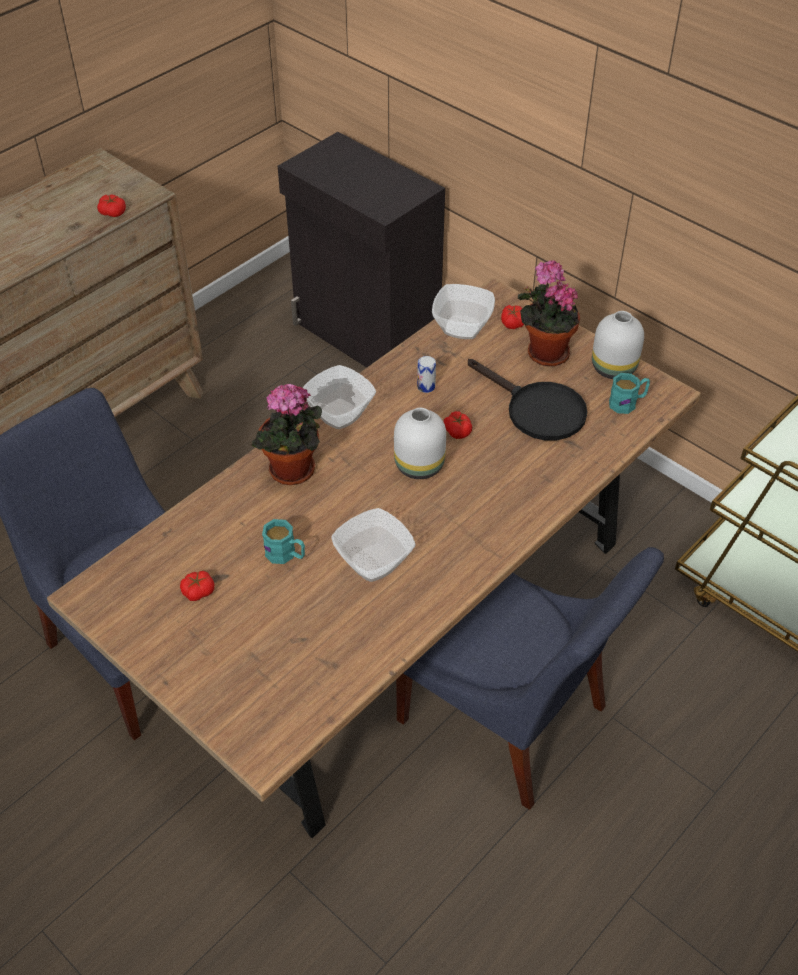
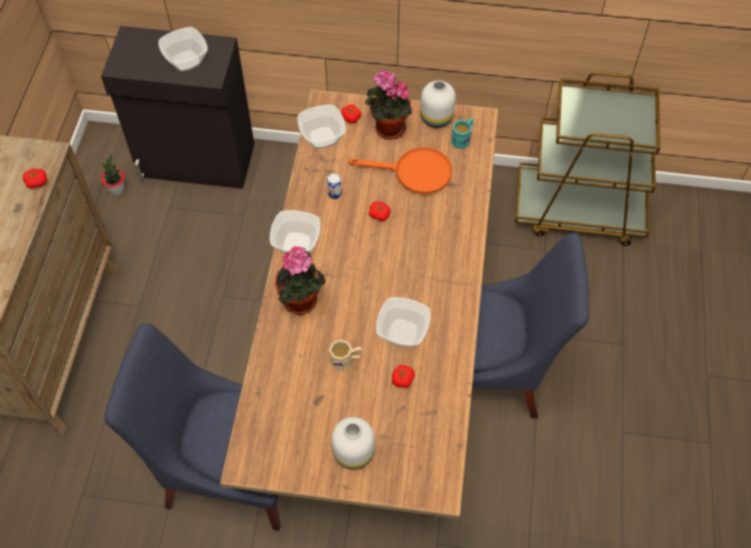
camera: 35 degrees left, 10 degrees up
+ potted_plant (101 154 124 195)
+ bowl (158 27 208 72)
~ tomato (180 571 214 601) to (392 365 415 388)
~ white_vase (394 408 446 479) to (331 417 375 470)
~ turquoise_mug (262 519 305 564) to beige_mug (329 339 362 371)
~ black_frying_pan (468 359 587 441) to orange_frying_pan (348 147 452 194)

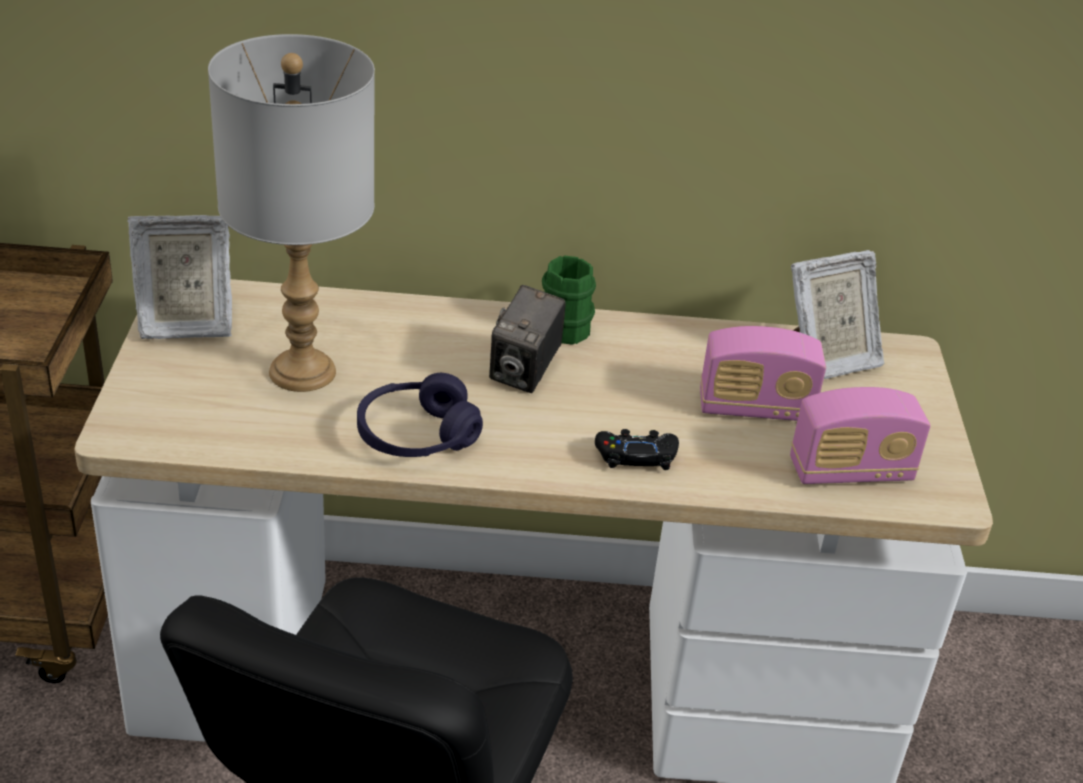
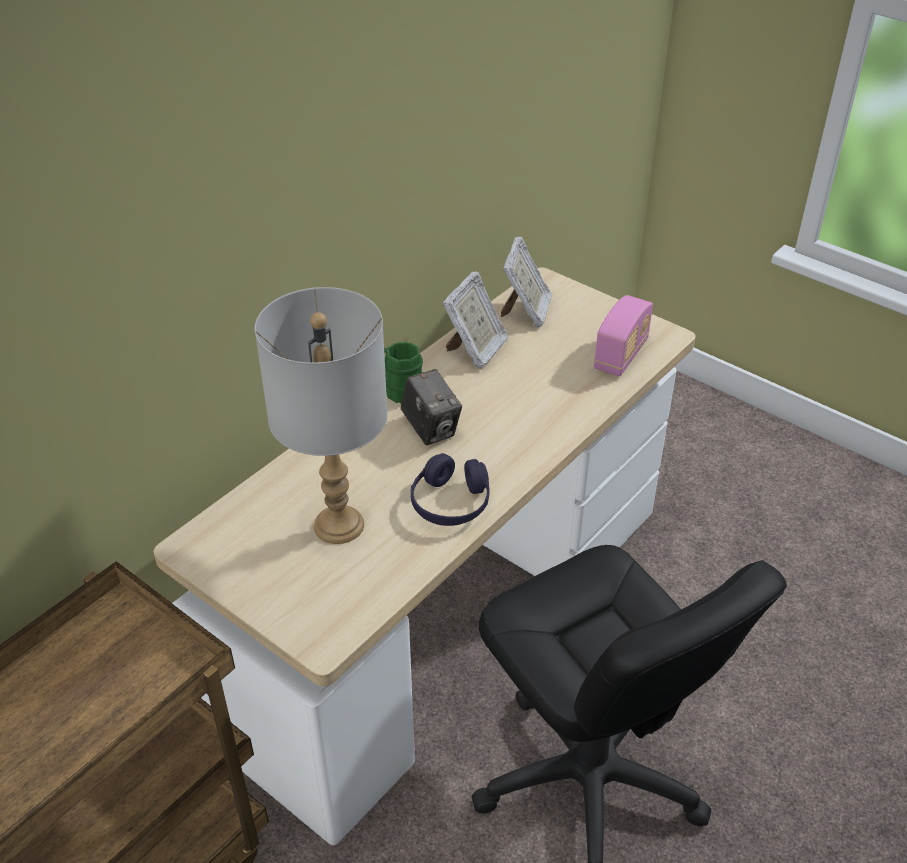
camera: 50 degrees left, 5 degrees up
- black_game_controller (595 429 679 470)
- radio (700 326 826 421)
~ picture_frame (127 215 232 339) to (443 271 509 369)

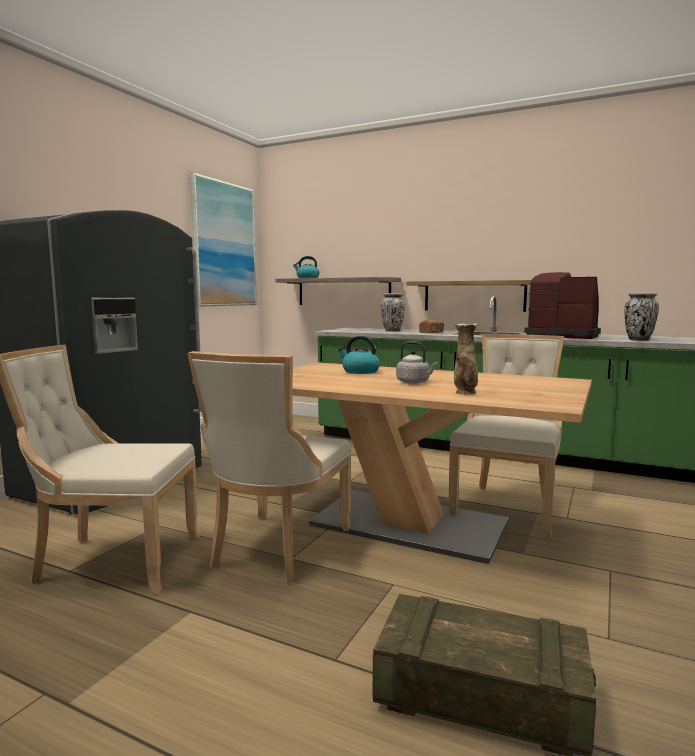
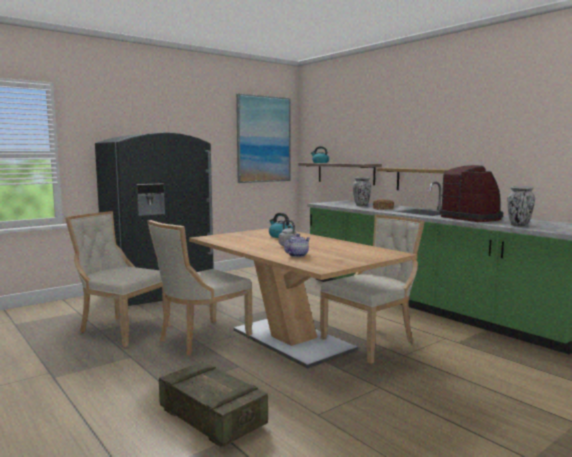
camera: 25 degrees right, 0 degrees up
~ vase (454 324 478 395) to teapot (284 234 310 257)

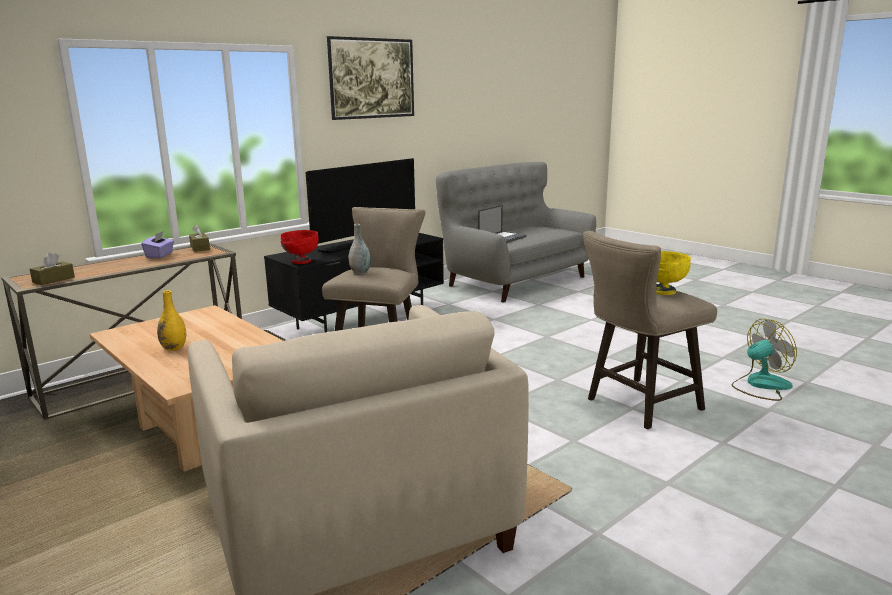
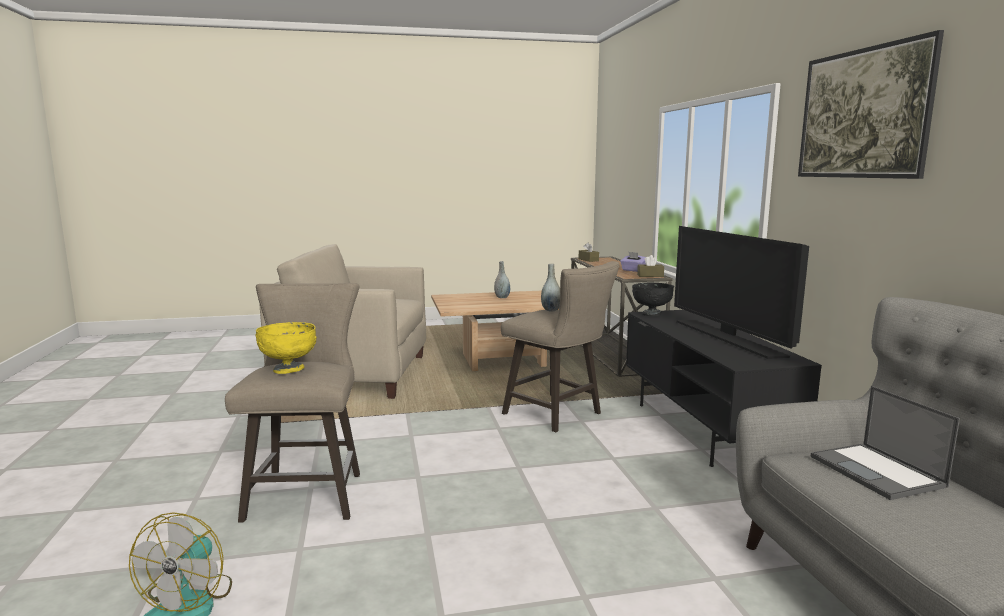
camera: 120 degrees right, 5 degrees down
~ yellow_vase (157 290 186 351) to grey_vase (494 261 510 298)
~ red_bowl (280 230 319 264) to black_bowl (632 282 674 316)

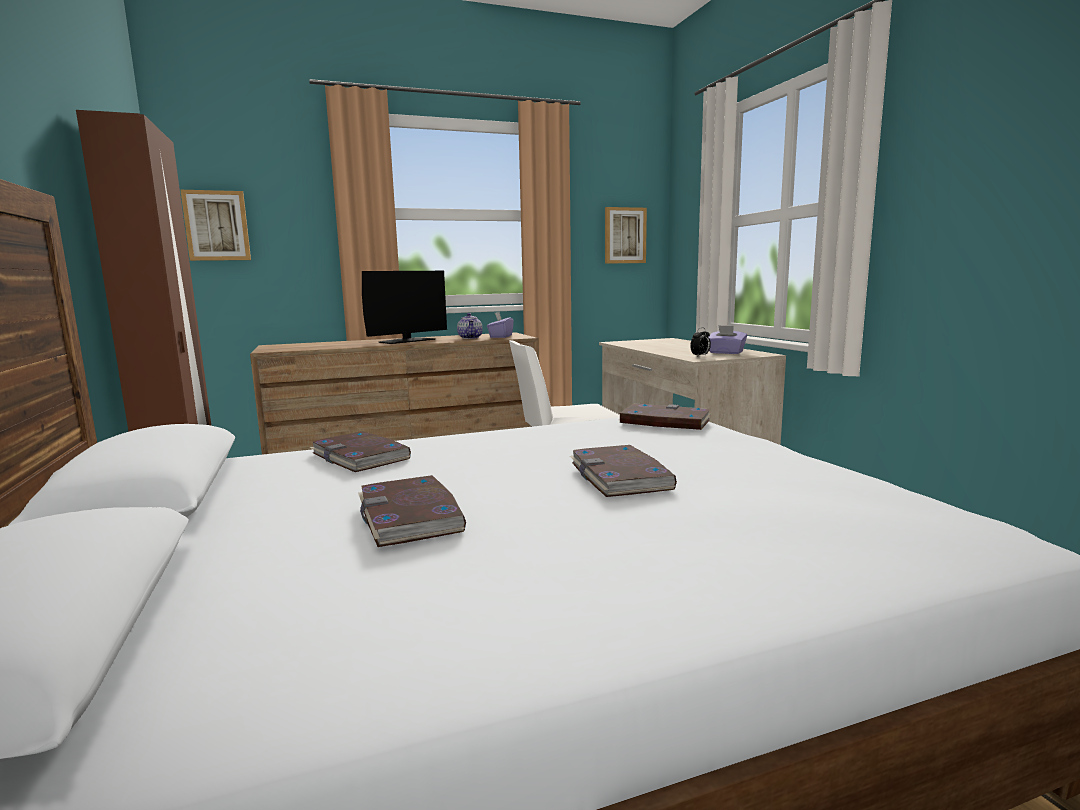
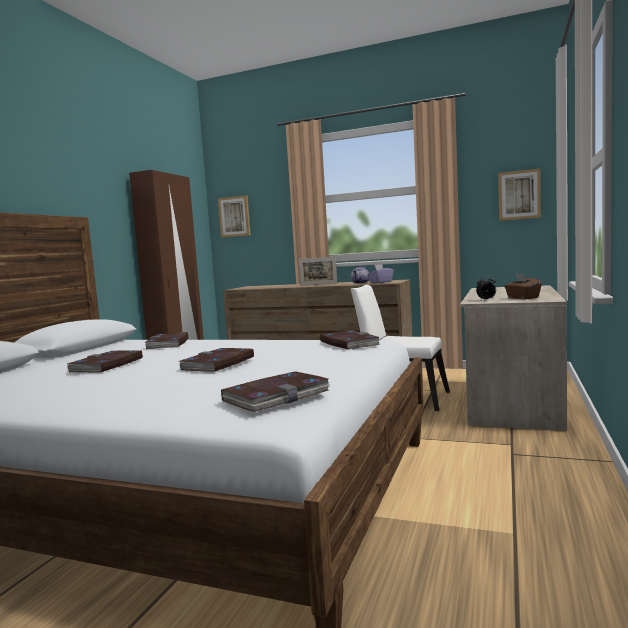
camera: 40 degrees right, 5 degrees down
+ book (220 371 330 412)
~ monitor (362 271 447 344) to picture_frame (299 257 337 286)
~ purple_tissue_box (709 325 747 354) to brown_tissue_box (504 273 542 299)

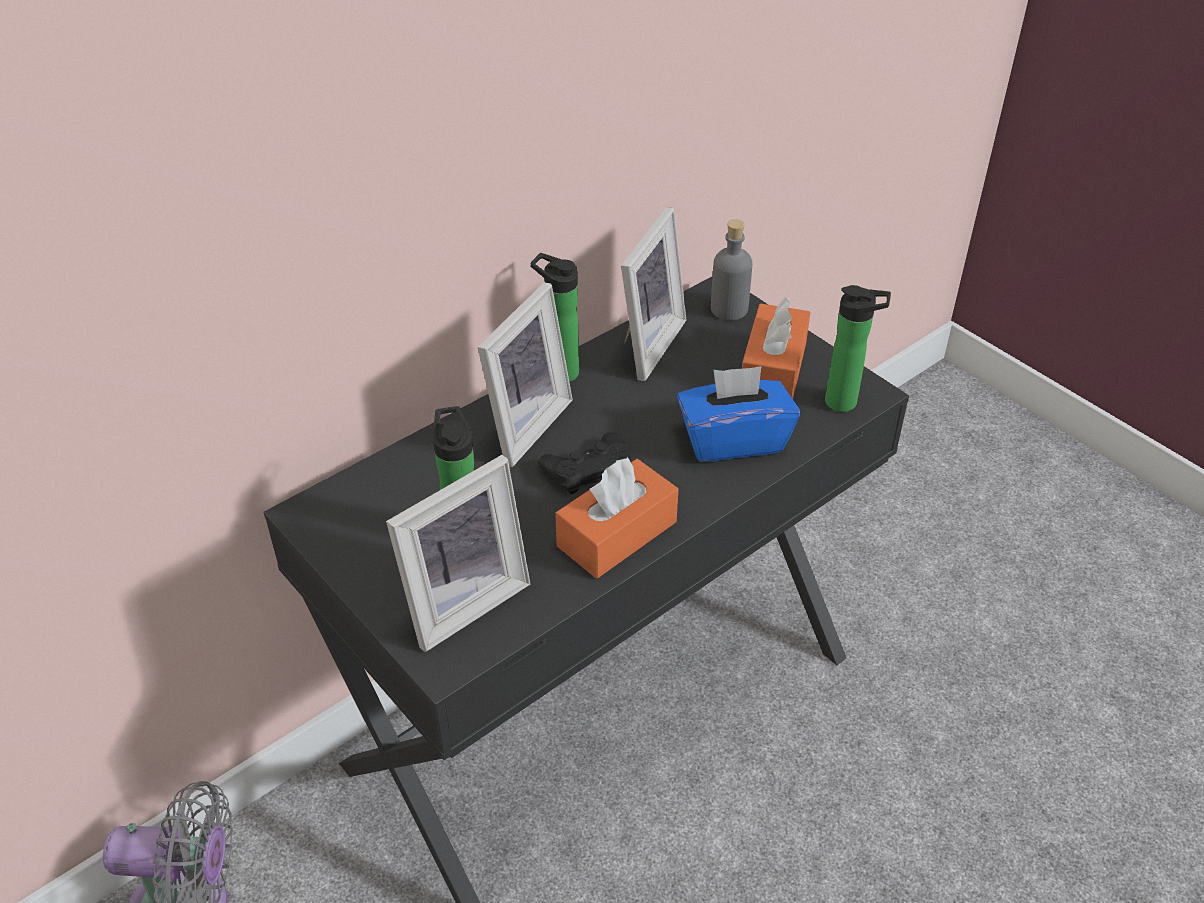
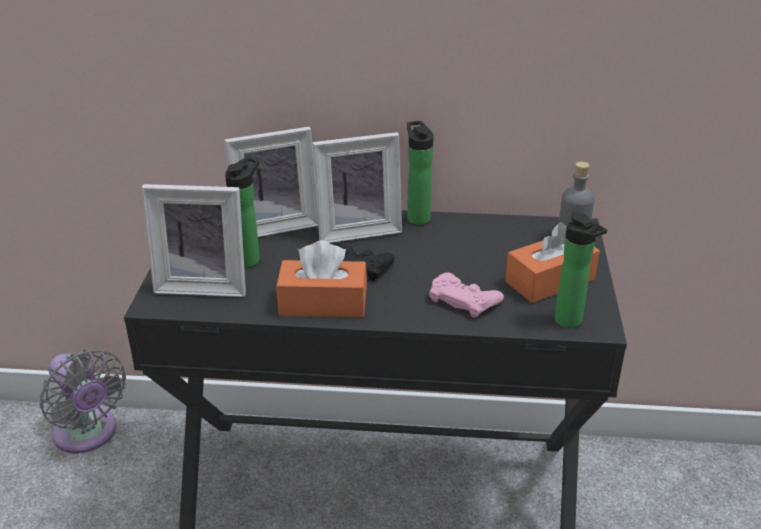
camera: 45 degrees right, 10 degrees down
~ picture_frame (621 207 686 381) to (224 127 318 237)
~ blue_tissue_box (677 366 800 462) to pink_game_controller (429 272 504 318)

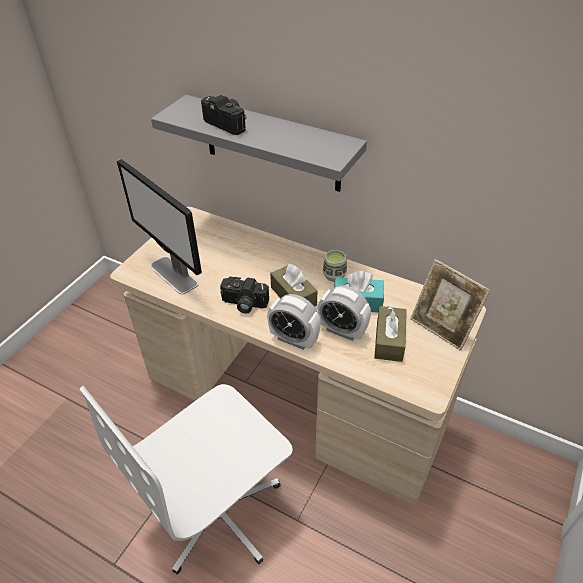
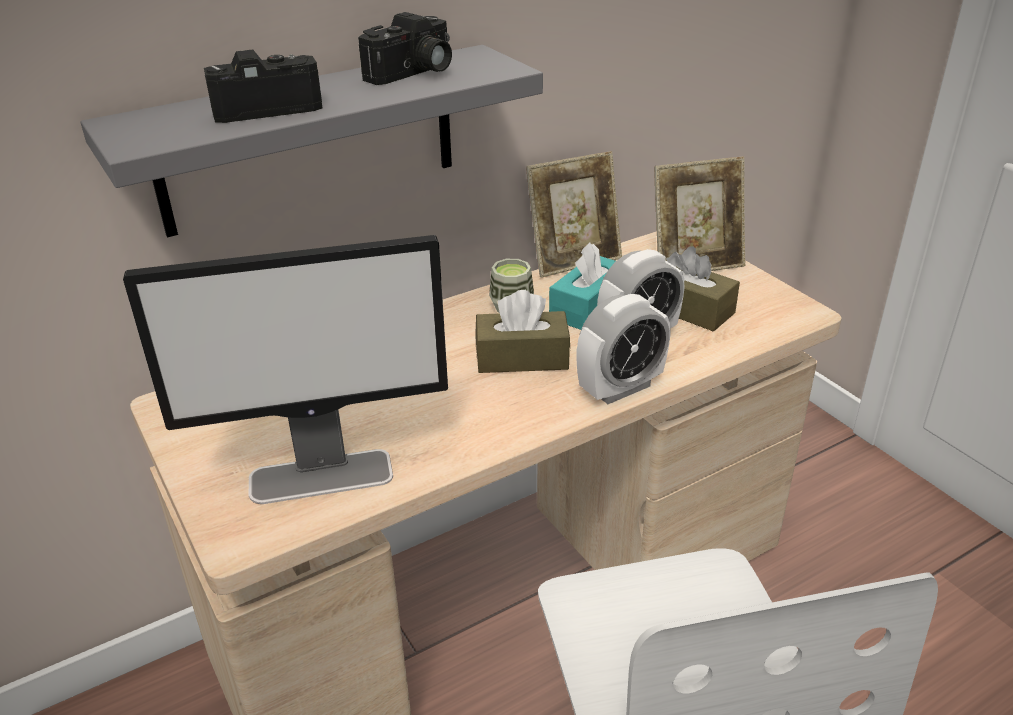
camera: 60 degrees left, 10 degrees down
+ picture_frame (526 151 622 278)
~ photo_camera (220 277 269 314) to (358 12 452 85)

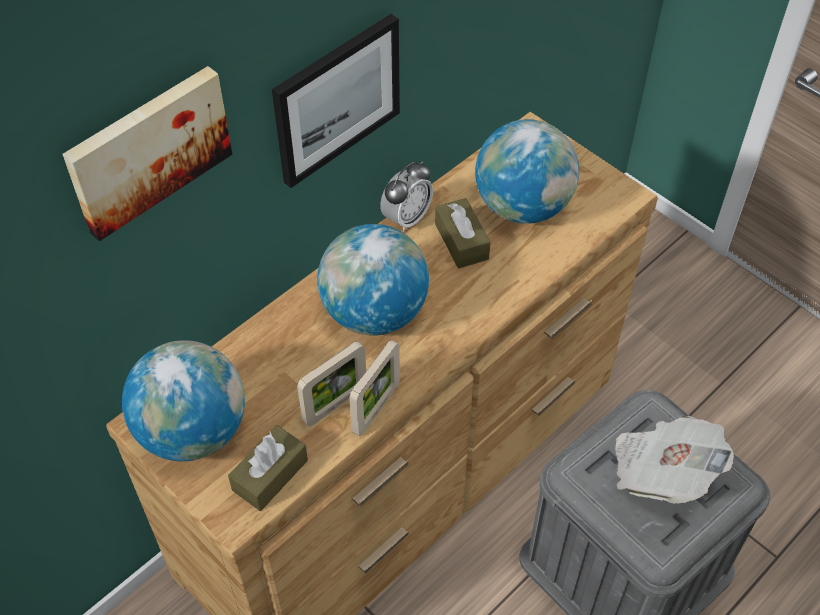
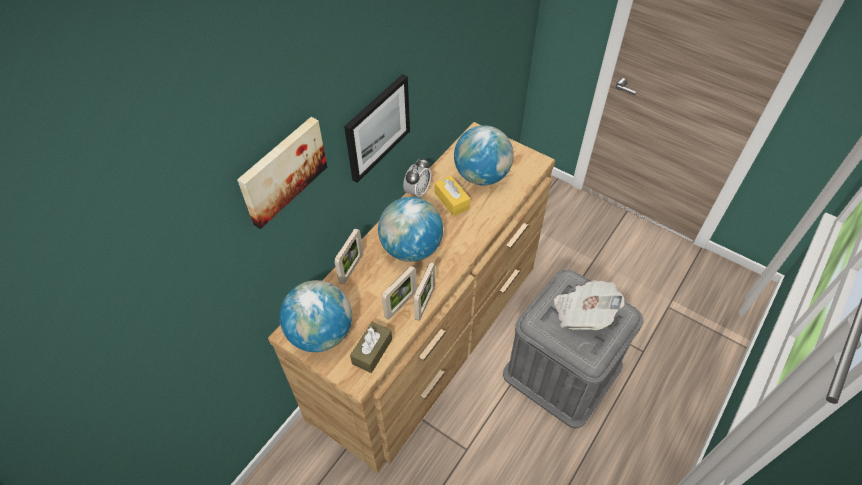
camera: 10 degrees left, 0 degrees up
+ picture_frame (335 229 363 285)
~ brown_tissue_box (435 198 491 269) to yellow_tissue_box (435 175 470 216)

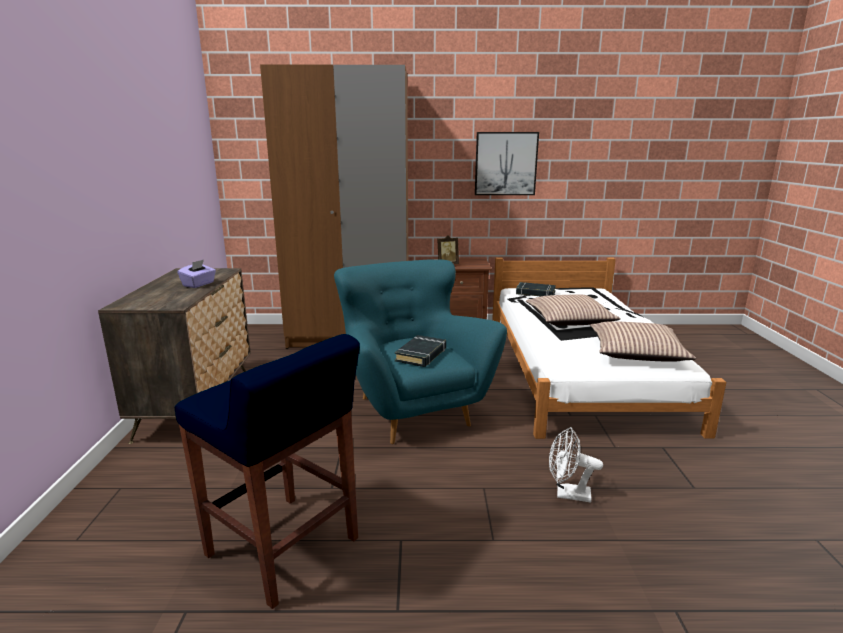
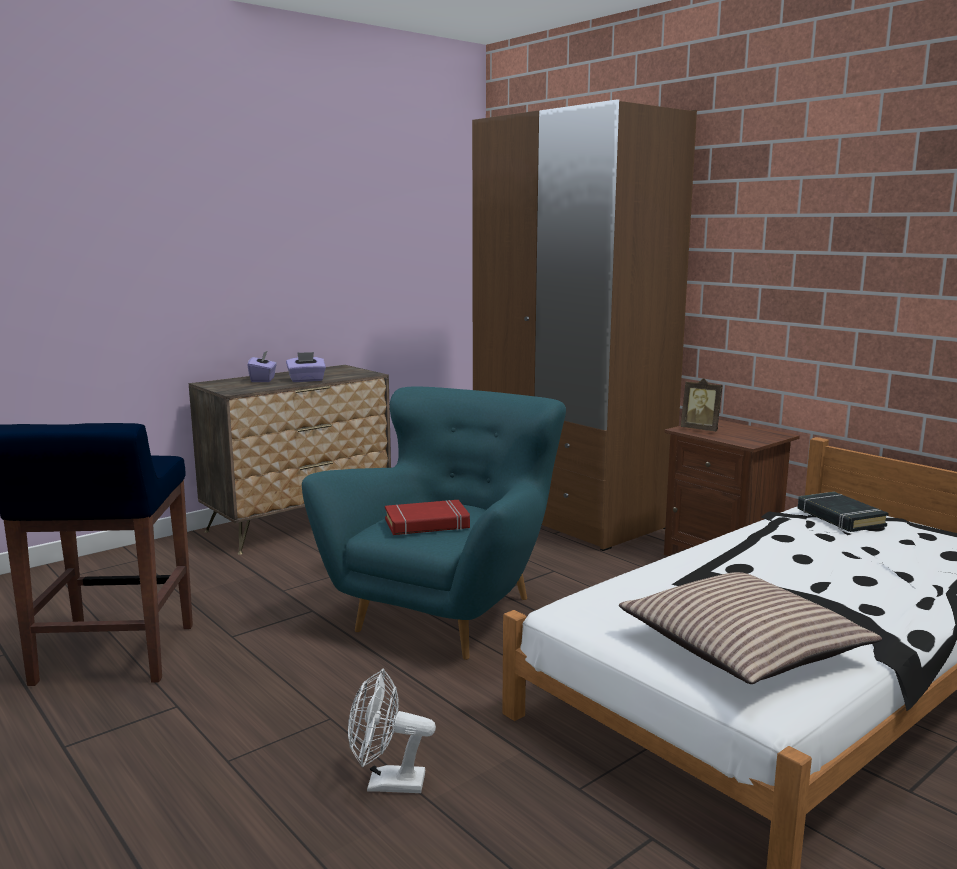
camera: 50 degrees right, 5 degrees down
- picture (475 132 539 195)
- pillow (526 295 621 326)
+ purple_tissue_box (247 350 277 382)
~ black_book (395 335 446 367) to red_book (385 500 470 535)
~ white_fan (549 427 603 502) = (348 669 436 793) 60 degrees counterclockwise

